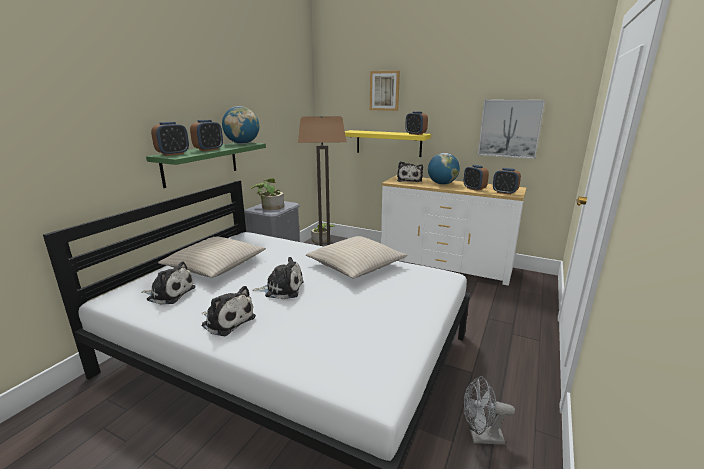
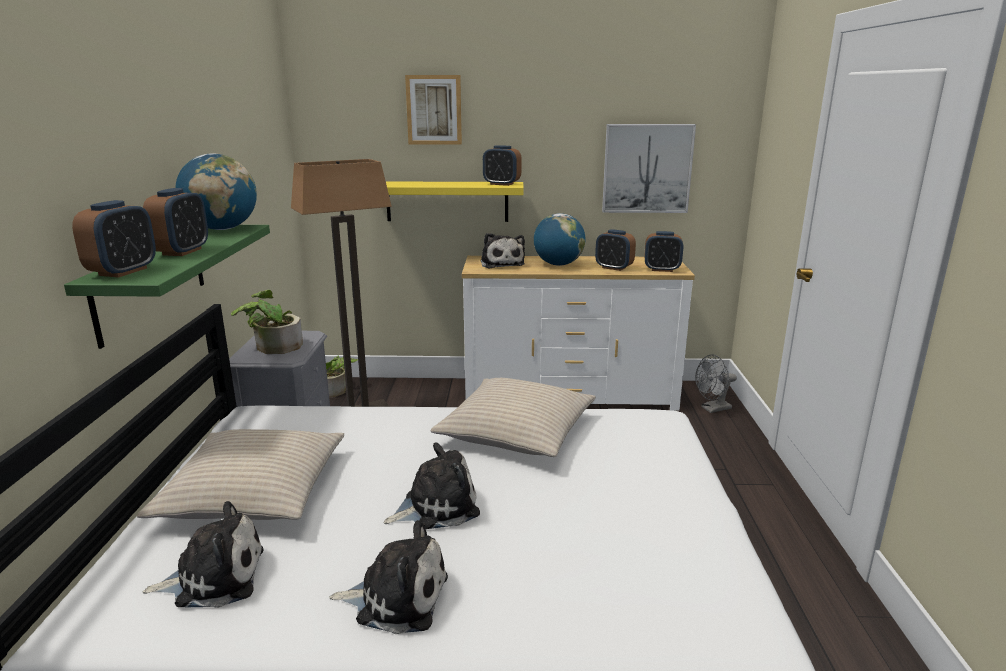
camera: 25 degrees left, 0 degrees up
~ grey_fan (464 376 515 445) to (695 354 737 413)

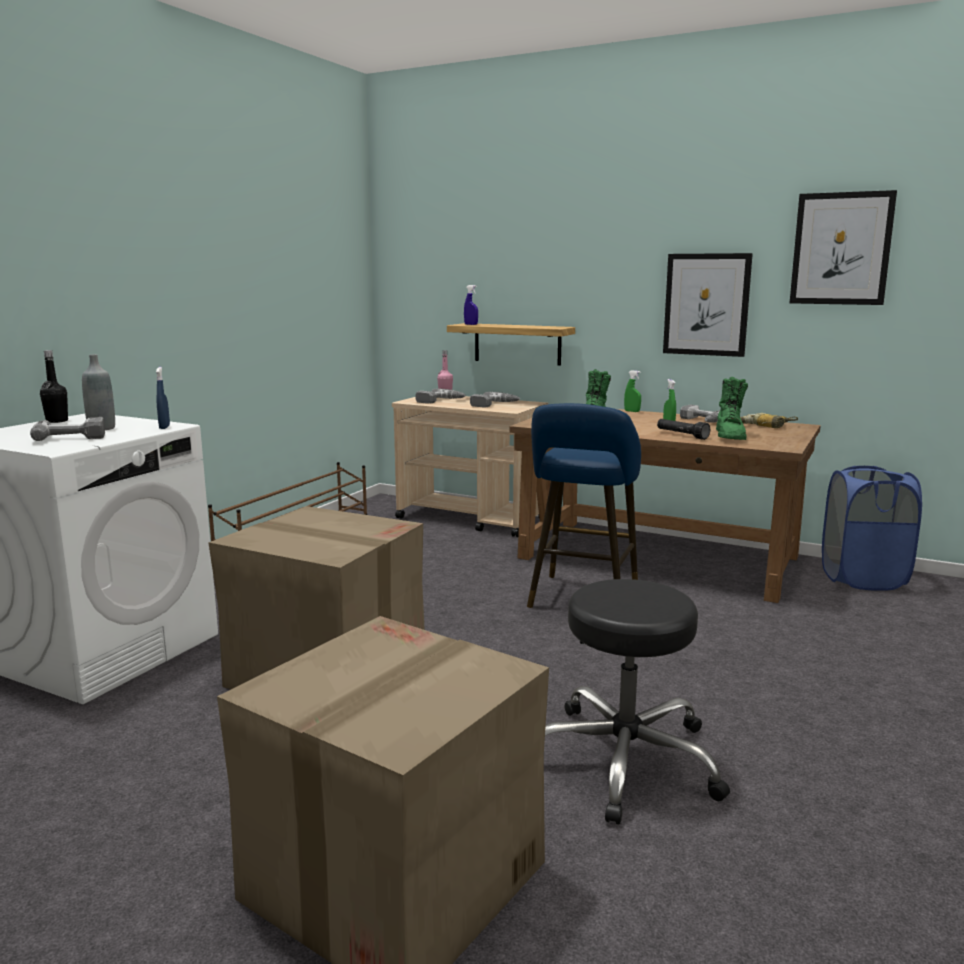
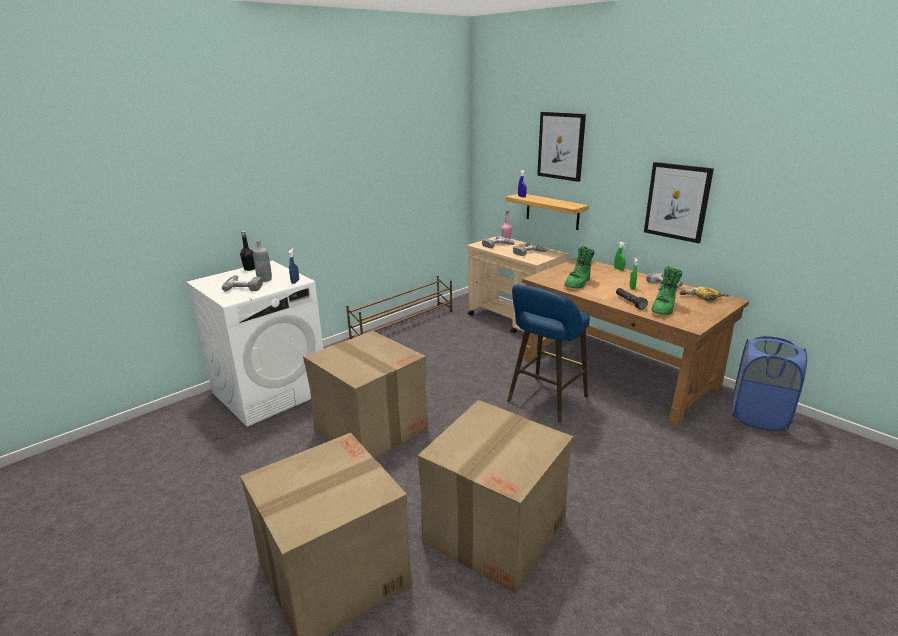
camera: 20 degrees right, 10 degrees up
~ picture (790 190 897 305) to (537 112 586 182)
~ black_stool (545 579 730 825) to cardboard_box (417 400 573 594)

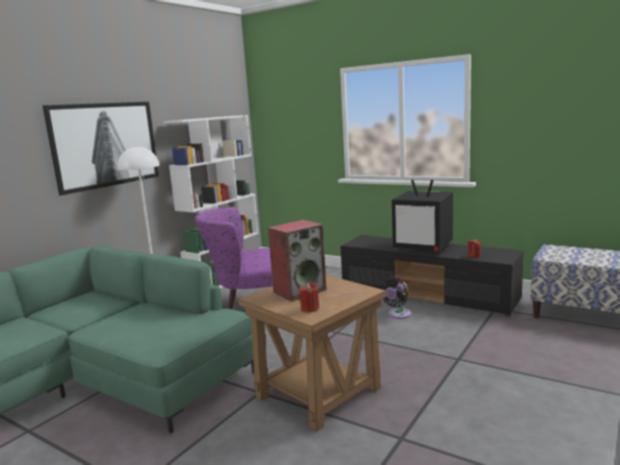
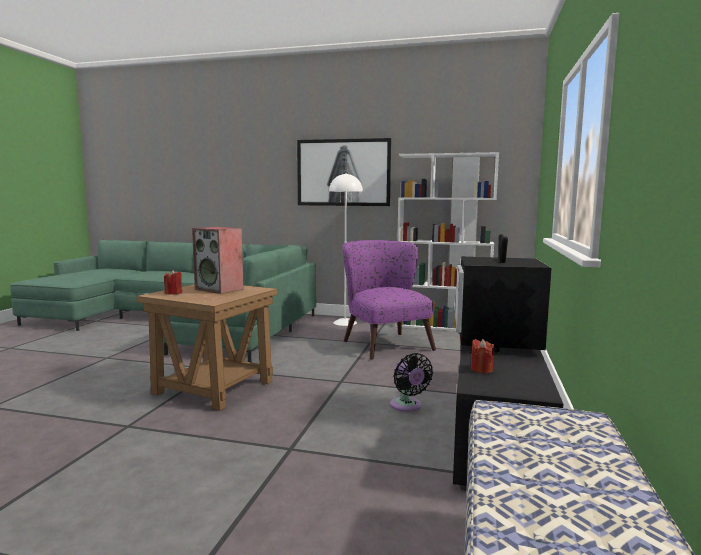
camera: 70 degrees right, 5 degrees down
~ black_fan (380 277 411 319) = (390 353 433 412) 135 degrees counterclockwise

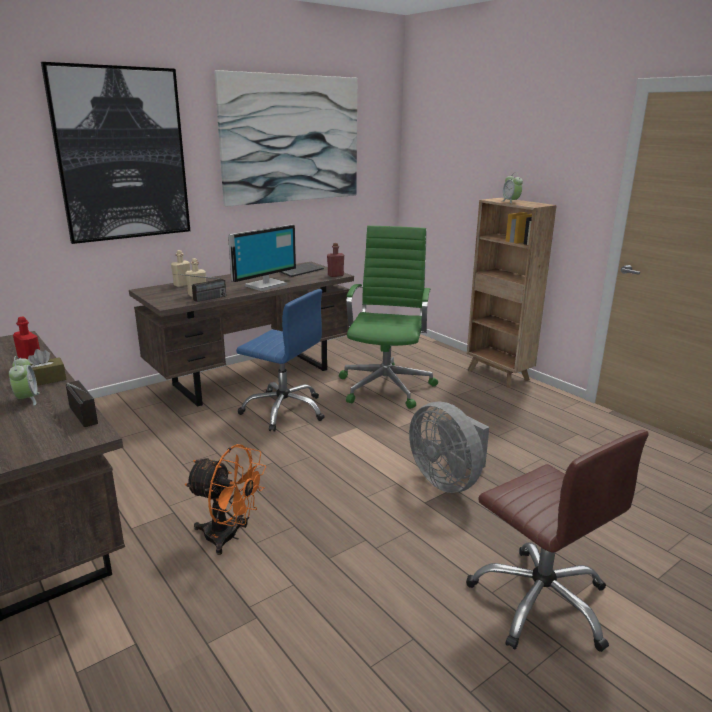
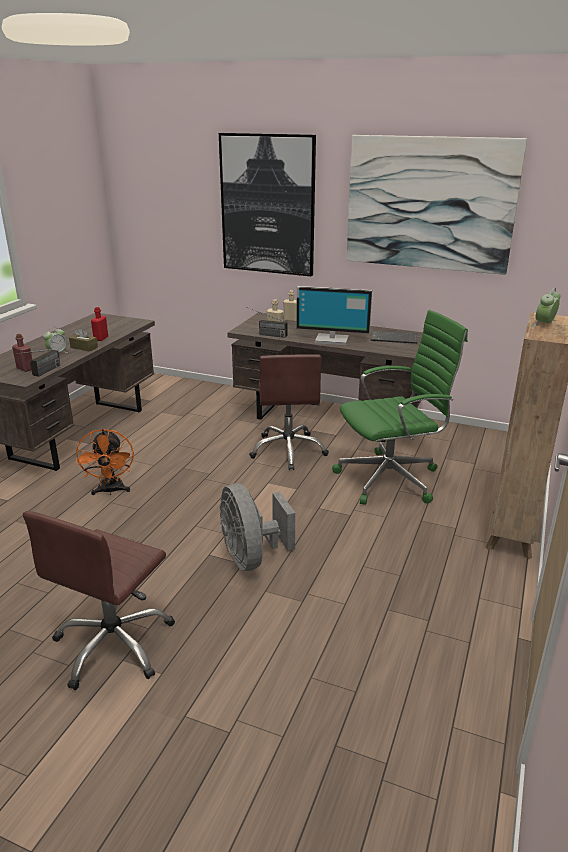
camera: 60 degrees right, 5 degrees up
~ red_bottle (327 243 344 277) to (12 334 32 372)
~ blue_office_chair (236 289 325 432) to brown_office_chair (249 354 329 470)
~ grey_fan (409 401 489 493) = (219 483 295 571) 45 degrees counterclockwise

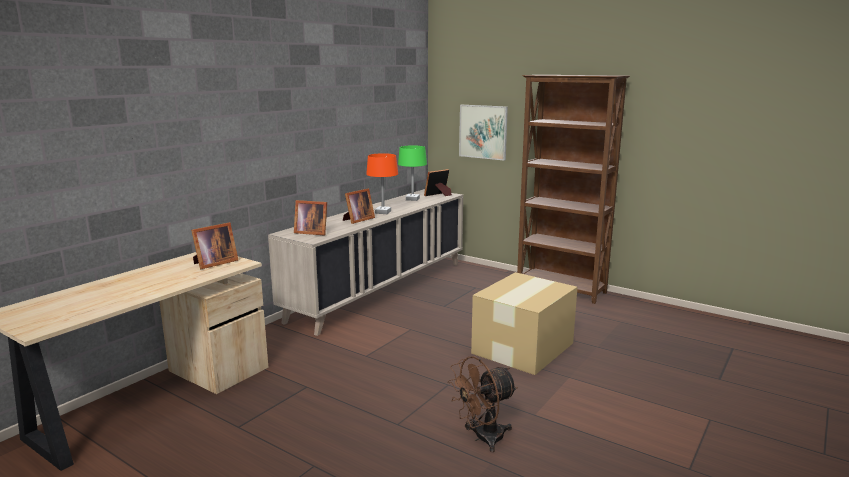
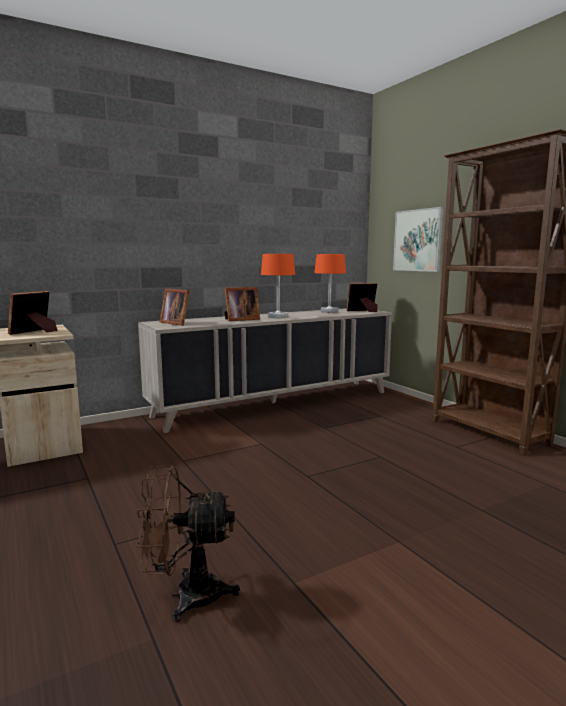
camera: 25 degrees right, 5 degrees down
- cardboard_box (471 272 577 375)
~ green_table_lamp (398 146 427 201) to orange_table_lamp (314 254 346 313)
~ picture_frame (191 222 238 269) = (8 291 57 335) 135 degrees clockwise

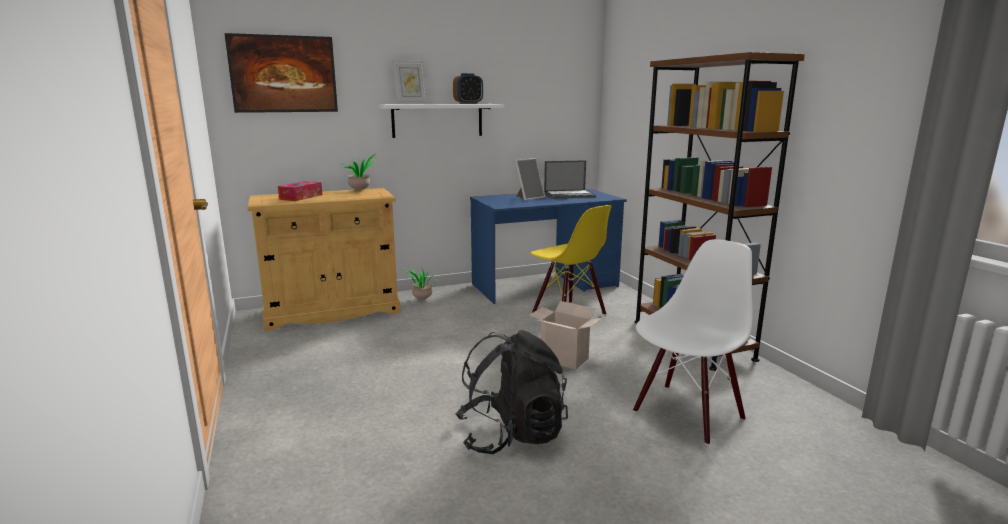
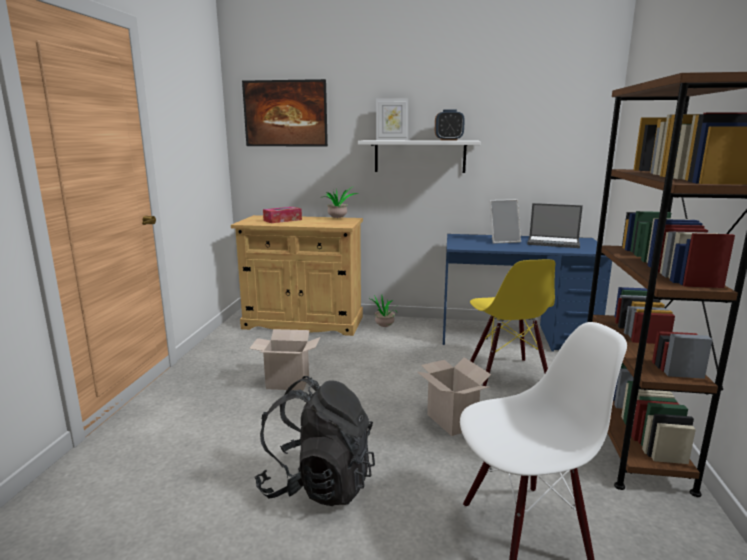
camera: 30 degrees right, 0 degrees up
+ cardboard_box (249 329 320 391)

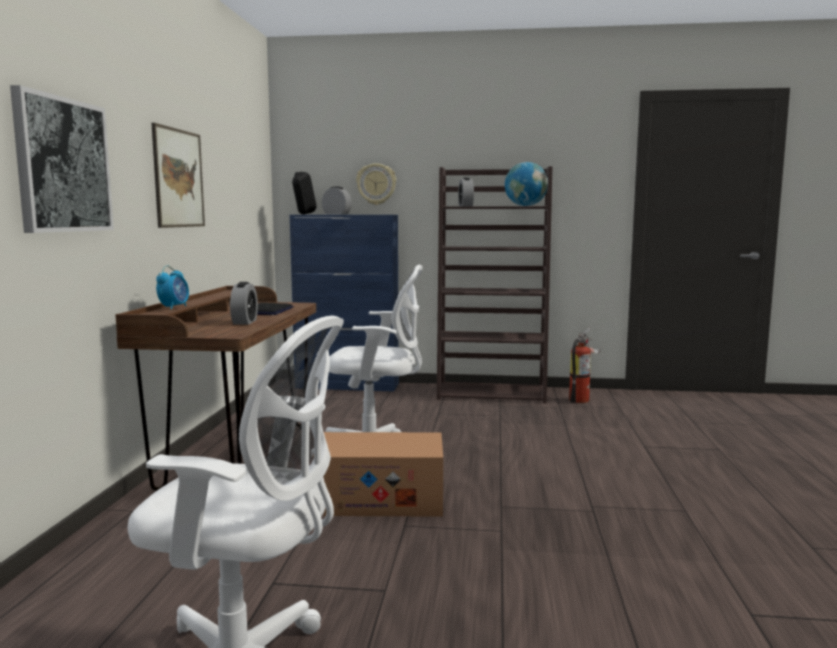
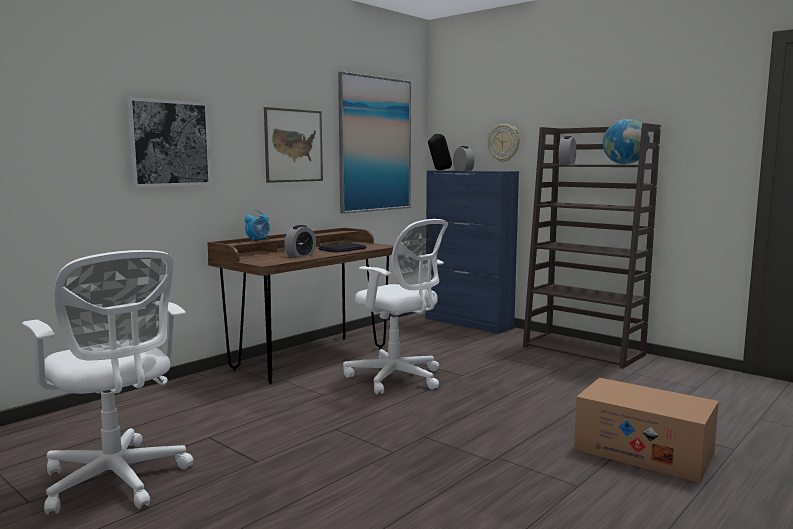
camera: 35 degrees right, 0 degrees up
- fire_extinguisher (569 328 601 403)
+ picture (338 71 411 214)
~ cardboard_box (322 432 443 517) to (574 378 719 483)

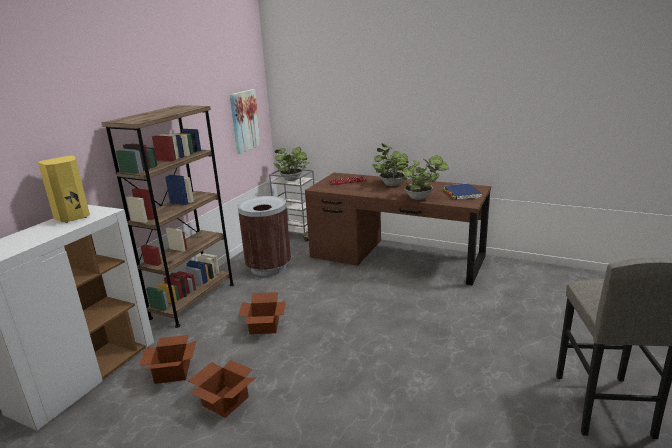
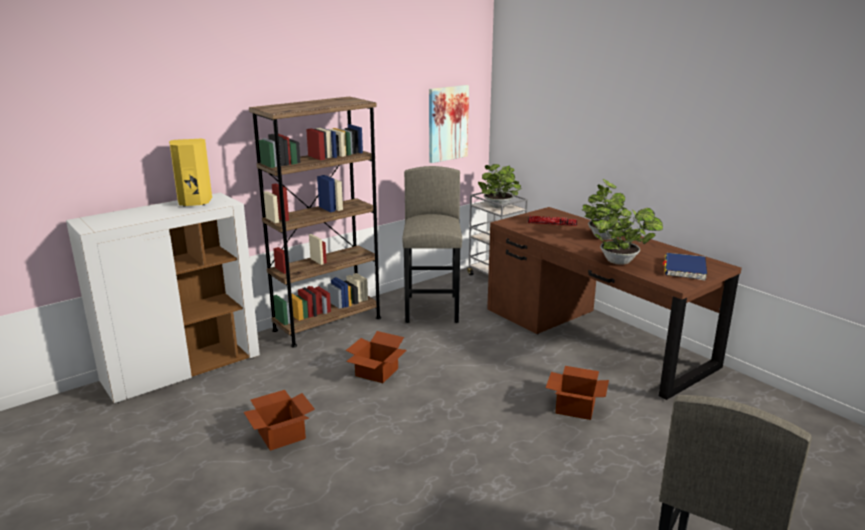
camera: 25 degrees right, 0 degrees up
~ cardboard_box (139 335 196 384) to (546 366 609 420)
~ brown_trash_can (238 196 291 276) to grey_stool (402 166 462 323)

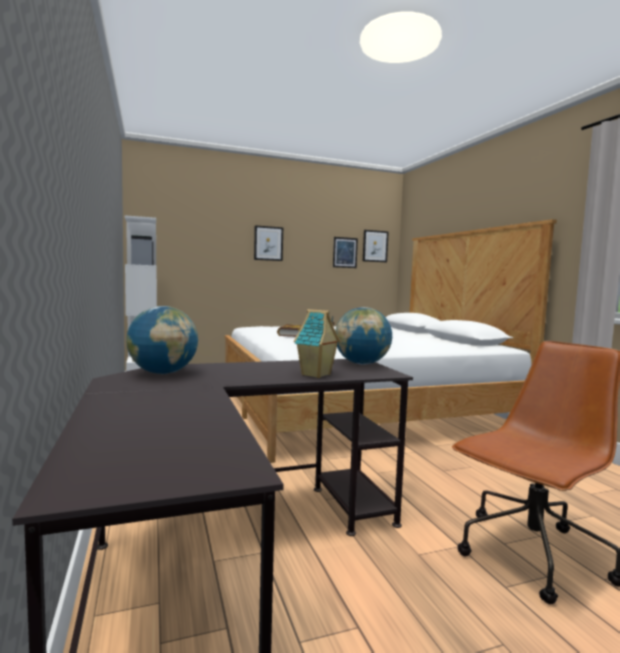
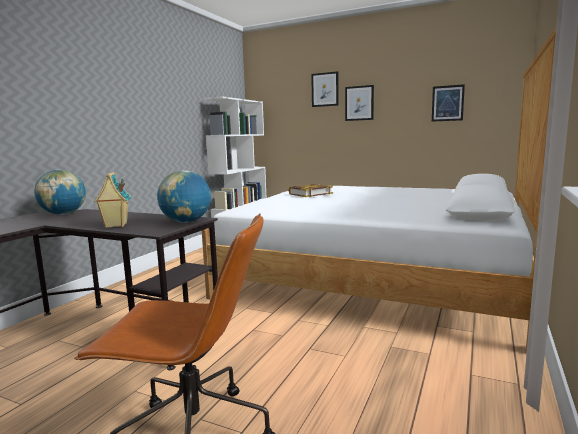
camera: 45 degrees right, 5 degrees up
~ picture (363 230 389 262) to (311 71 339 107)

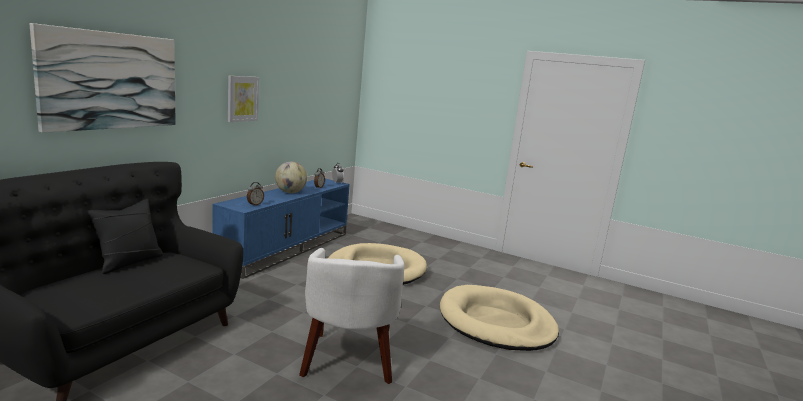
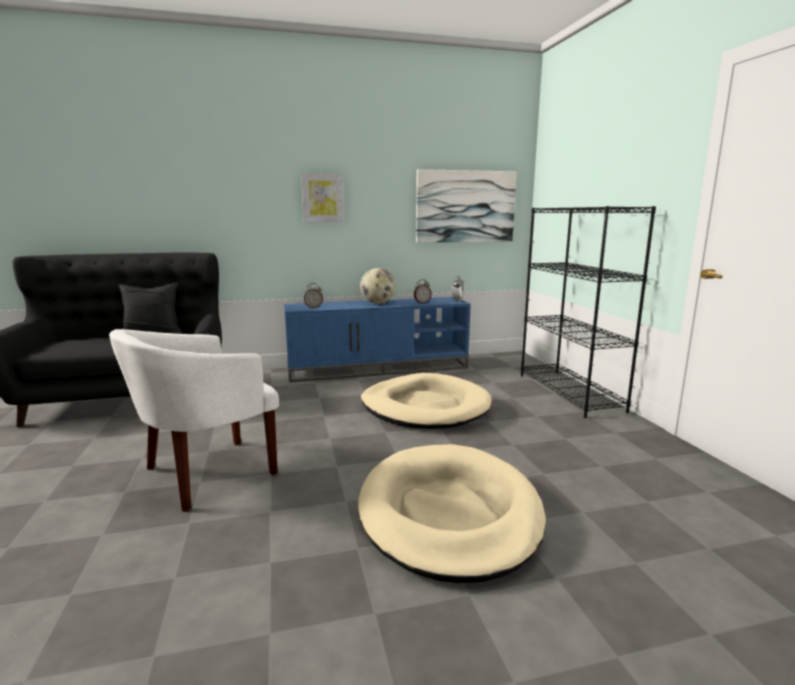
camera: 50 degrees right, 0 degrees up
+ black_bookcase (521 206 656 418)
~ picture (29 23 176 133) to (416 169 517 243)

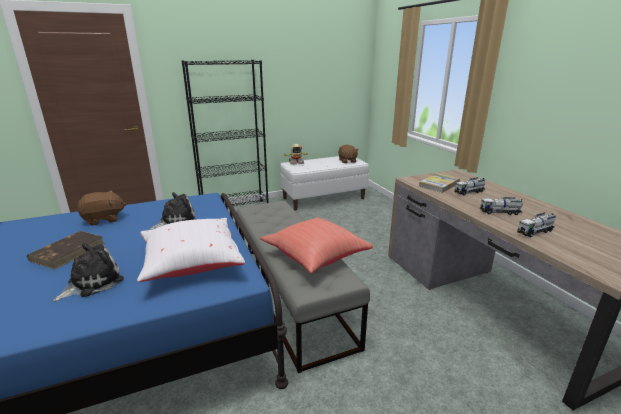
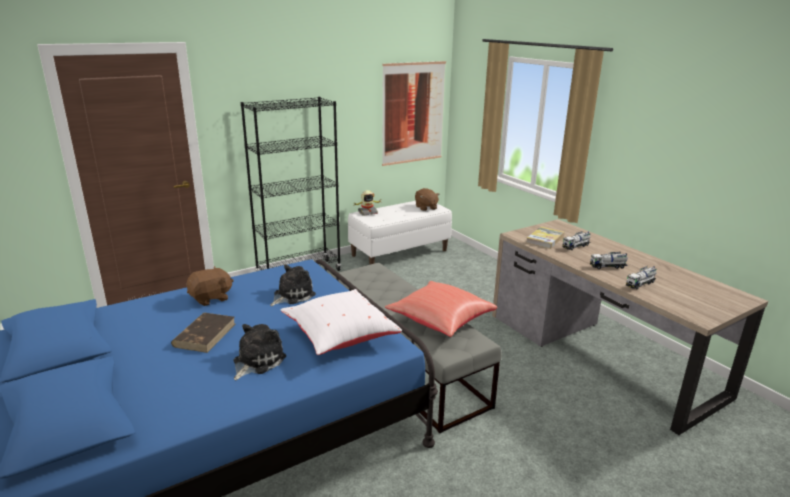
camera: 10 degrees left, 0 degrees up
+ picture (382 61 446 166)

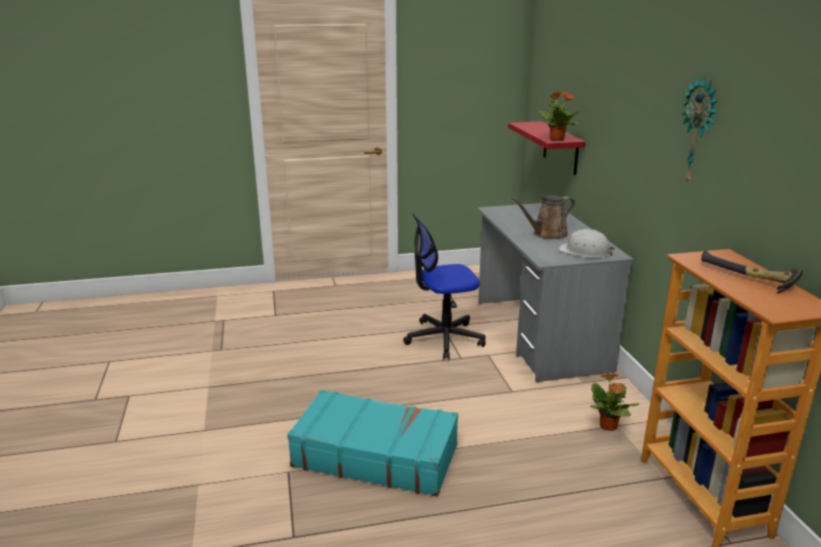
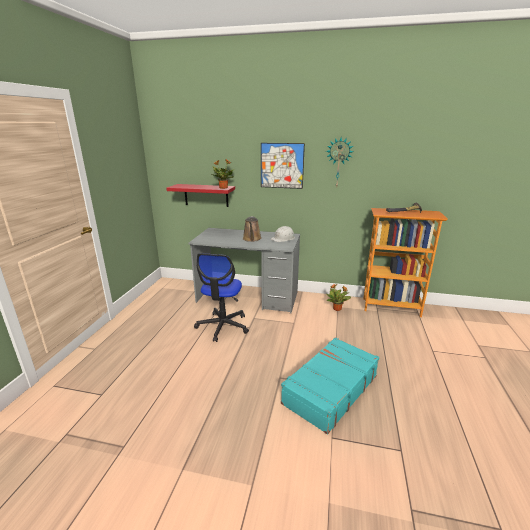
camera: 65 degrees left, 0 degrees up
+ picture (261 143 305 189)

